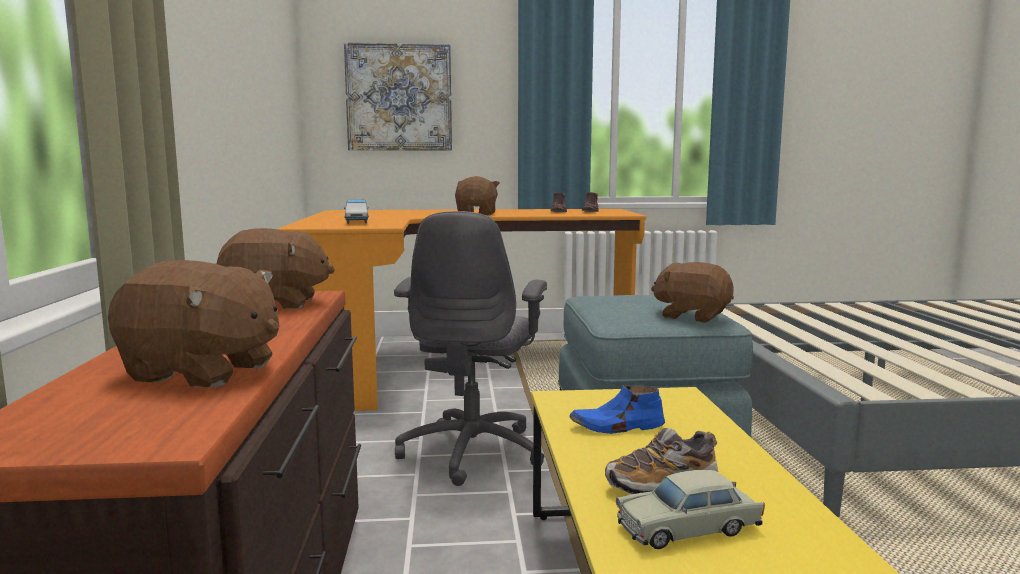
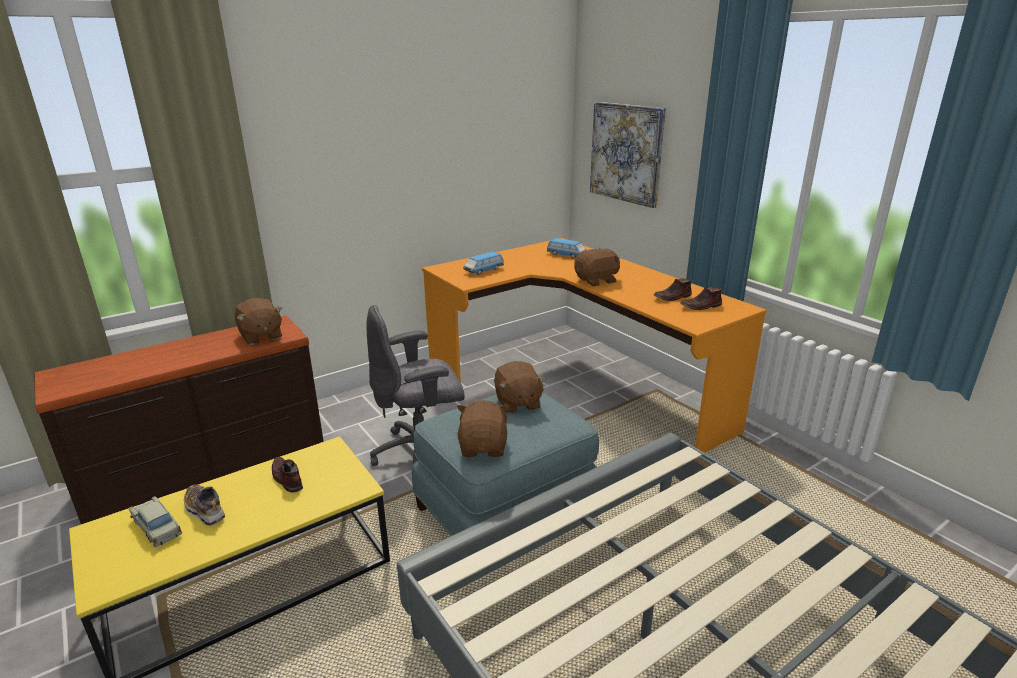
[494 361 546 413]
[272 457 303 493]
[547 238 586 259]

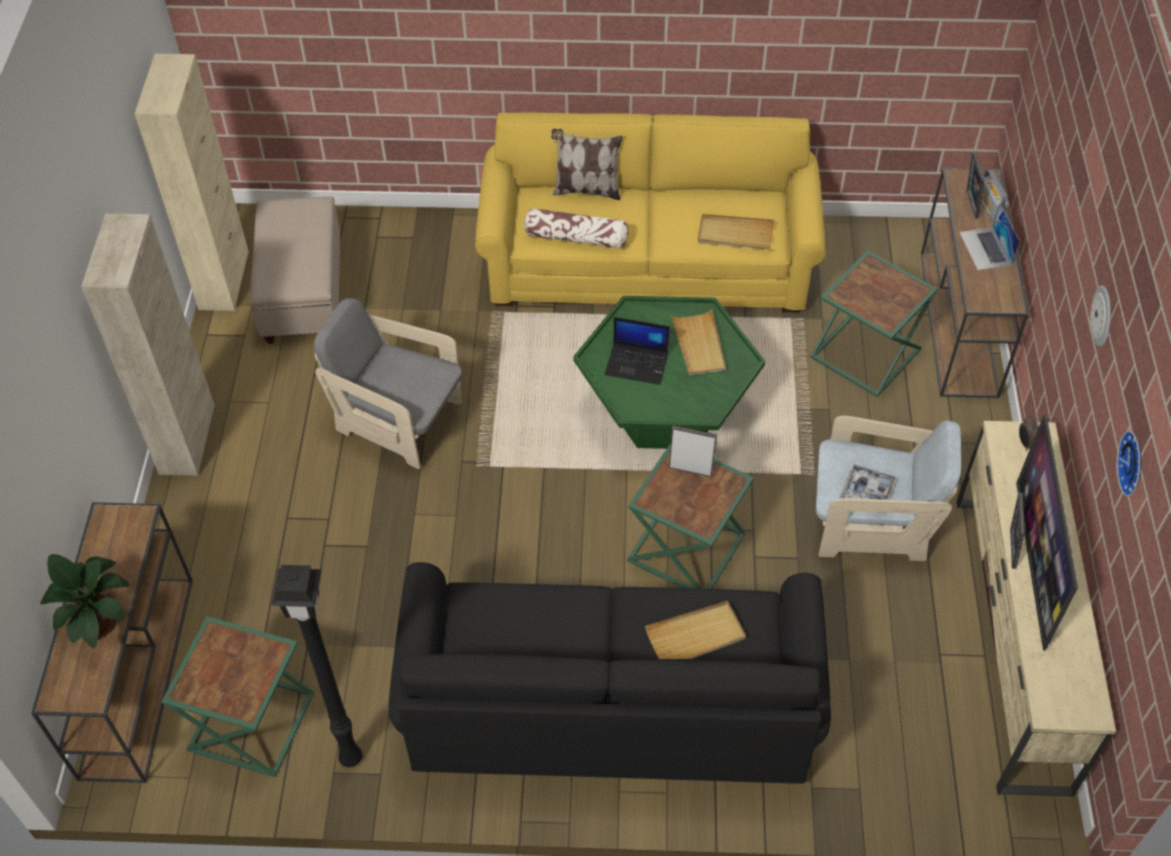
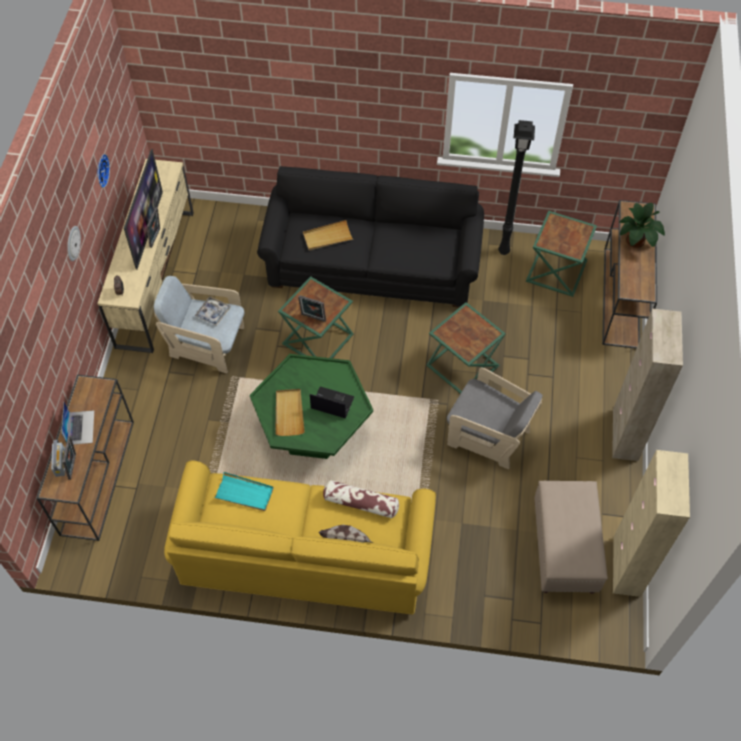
[214 472 274 511]
[426 302 506 394]

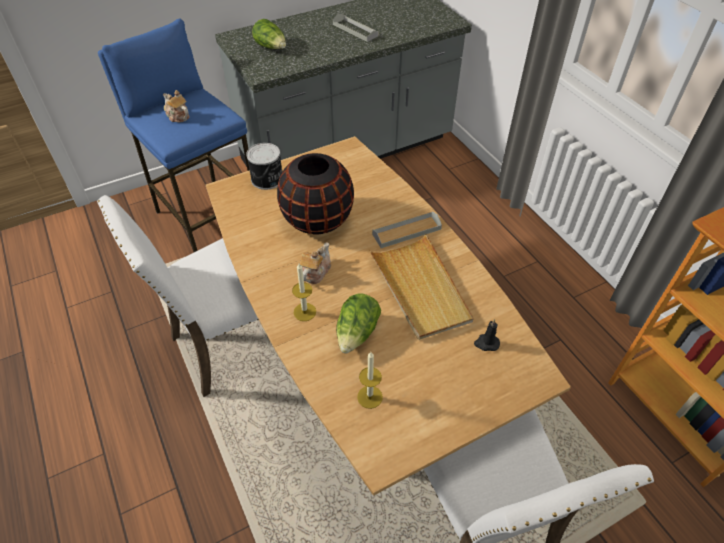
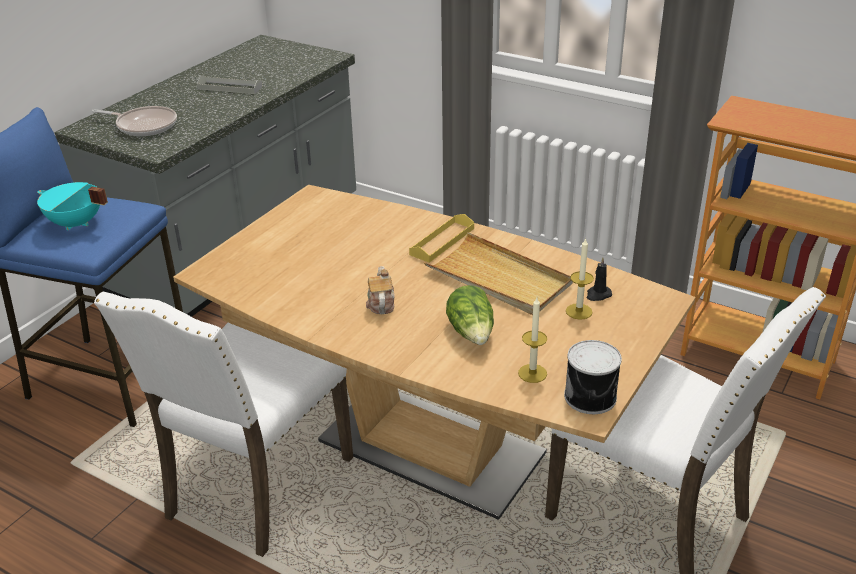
[92 106 177 136]
[37 182 108 230]
[564 340 622 414]
[277 153 354 234] (first image)
[409 214 474 263]
[566 238 594 320]

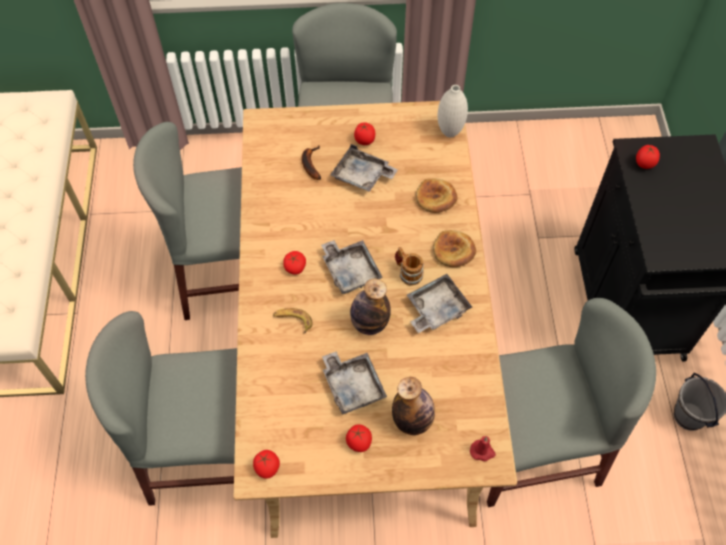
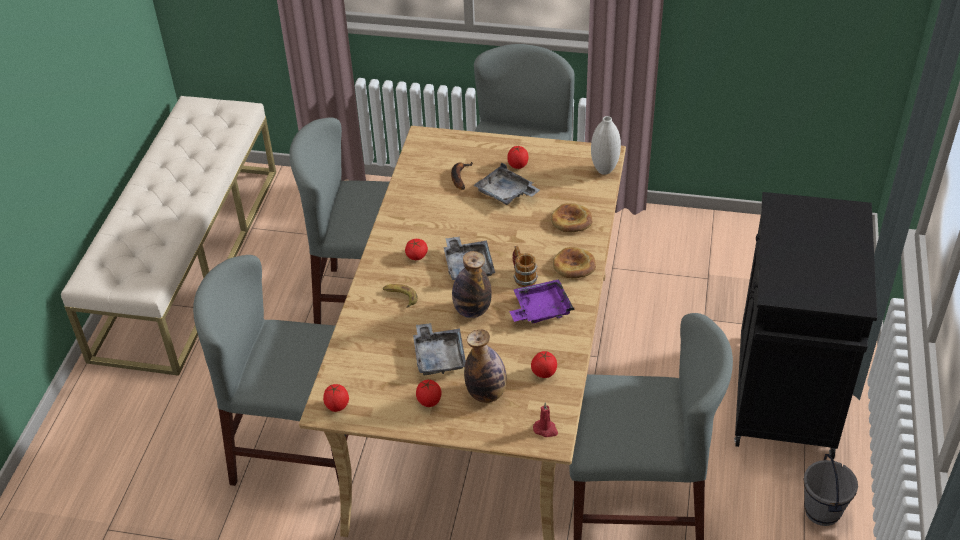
[531 351 557 378]
[509 279 574 324]

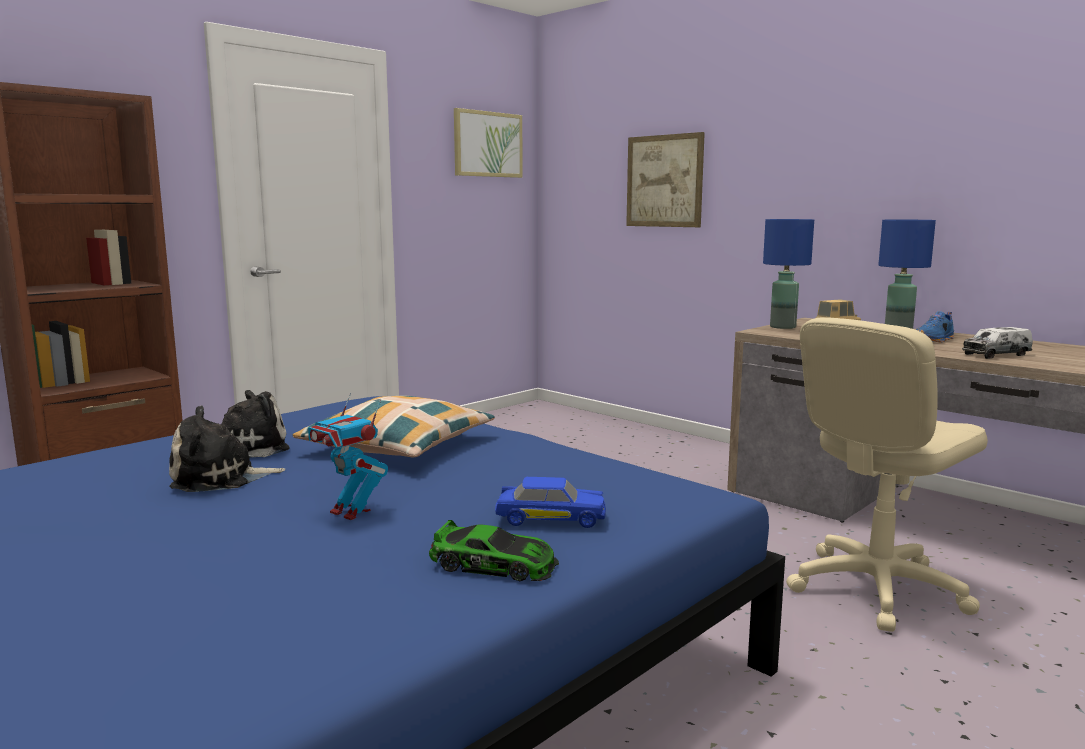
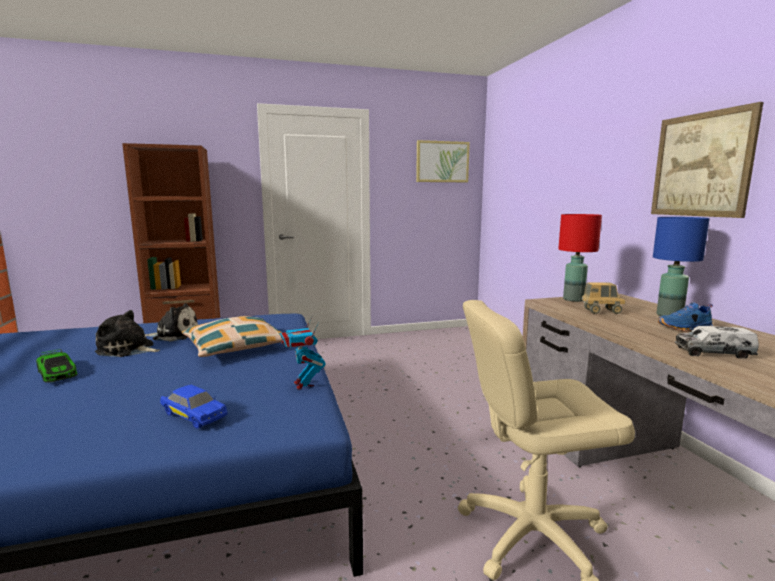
[651 102 763 218]
[558 214 602 302]
[280 316 326 390]
[36 349 78 383]

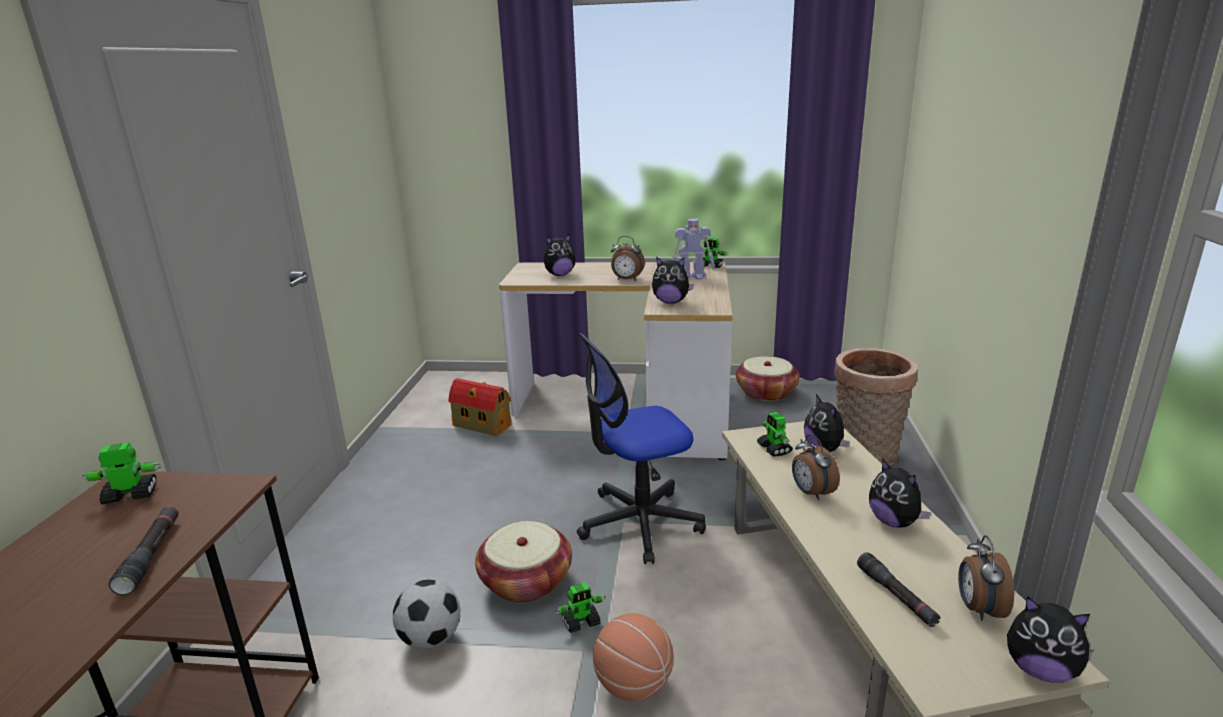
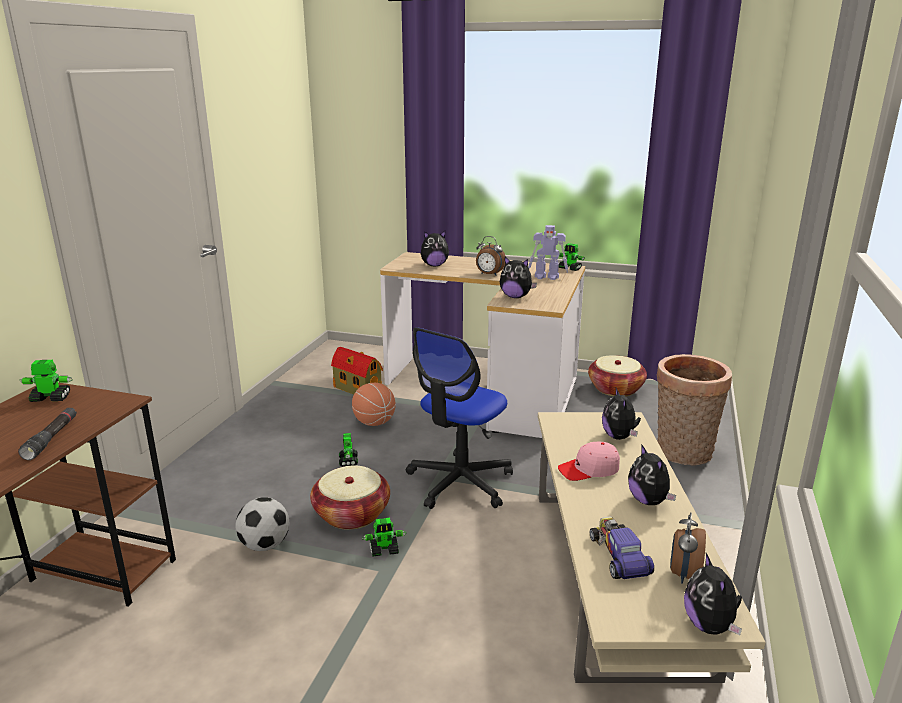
[406 327 513 509]
[339 433 358 467]
[558 442 620 481]
[590 517 654 579]
[684 553 742 635]
[352 383 396 426]

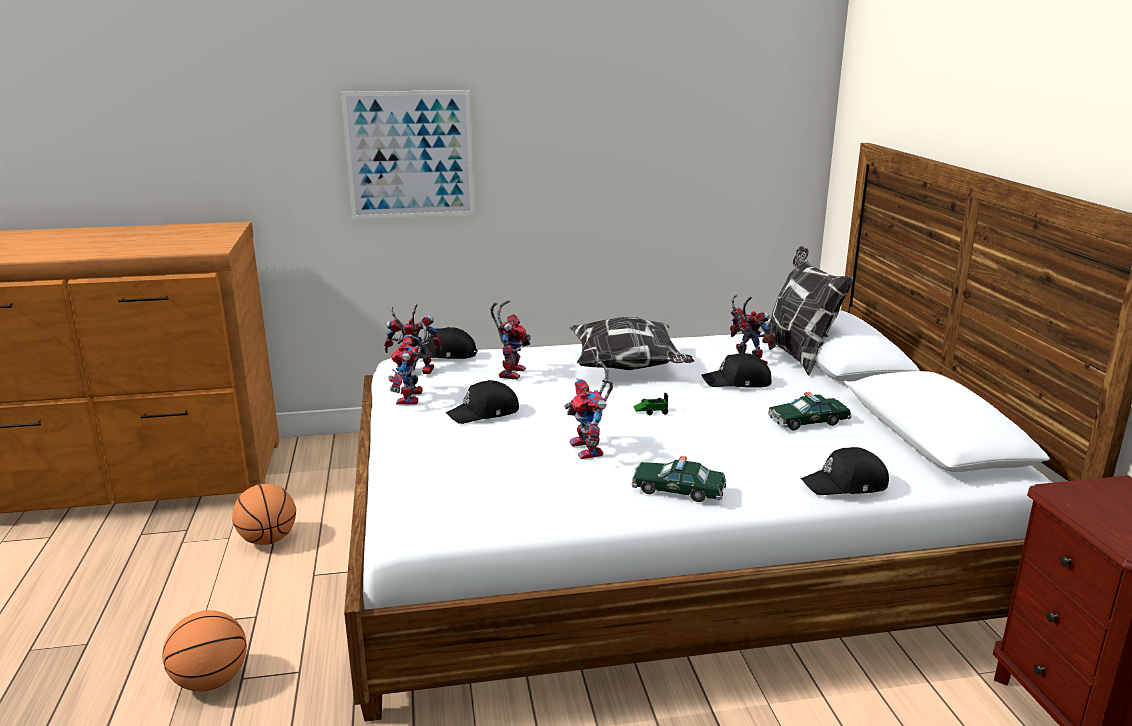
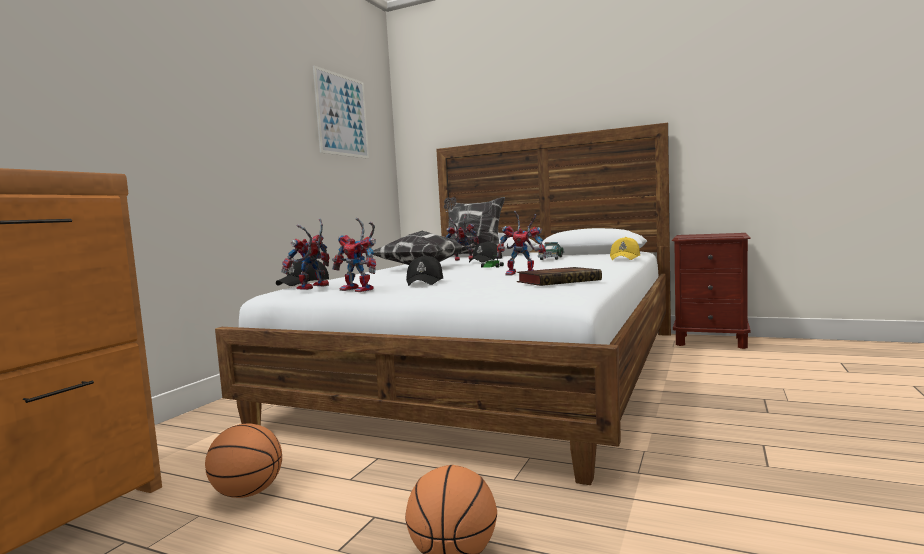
[313 66 369 159]
[490 300 531 380] (first image)
[610 237 640 260]
[632 456 726 502] (first image)
[517 267 602 286]

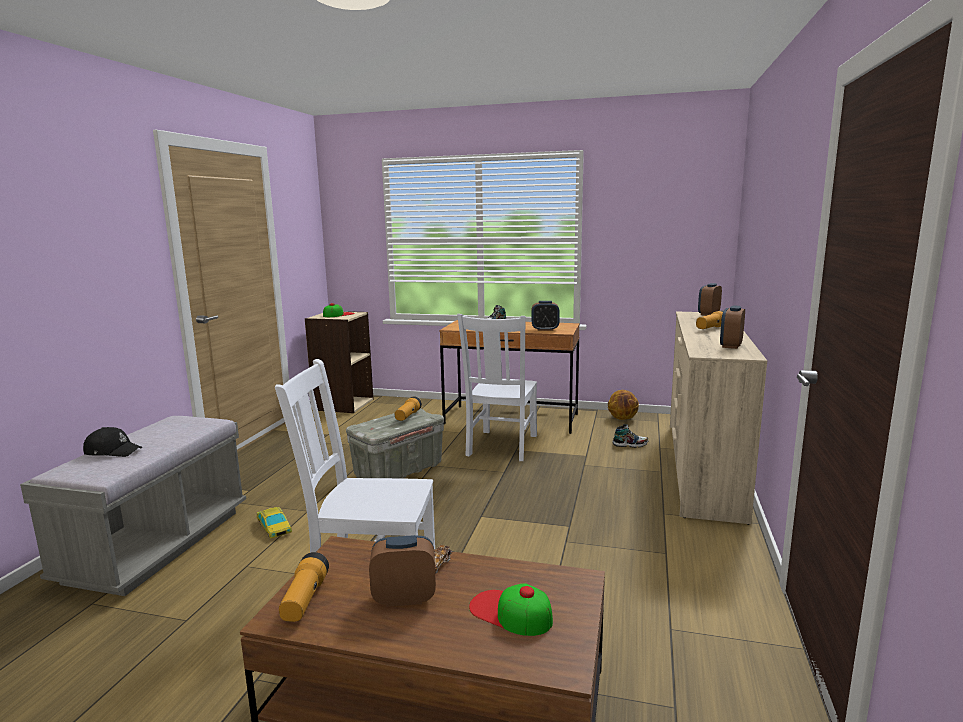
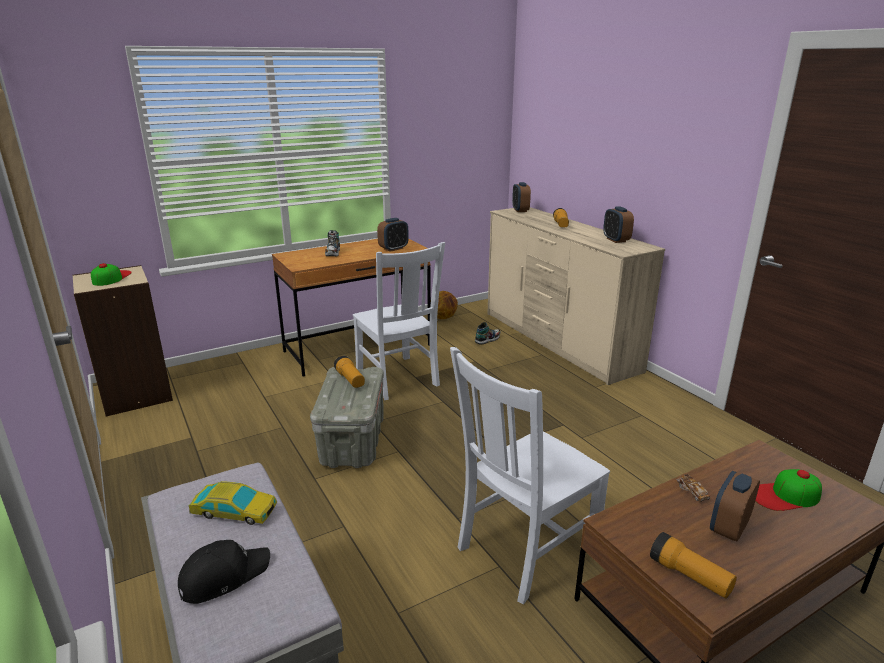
[189 481 277 525]

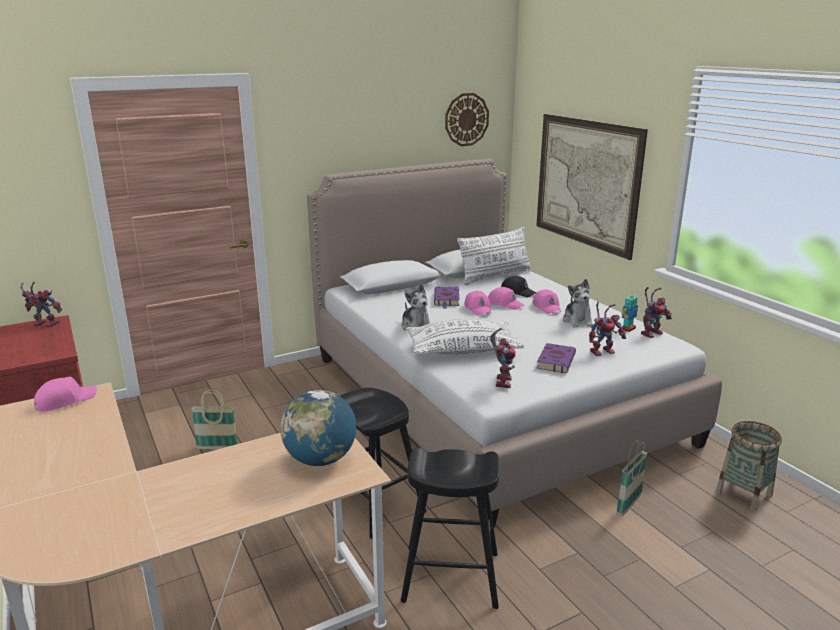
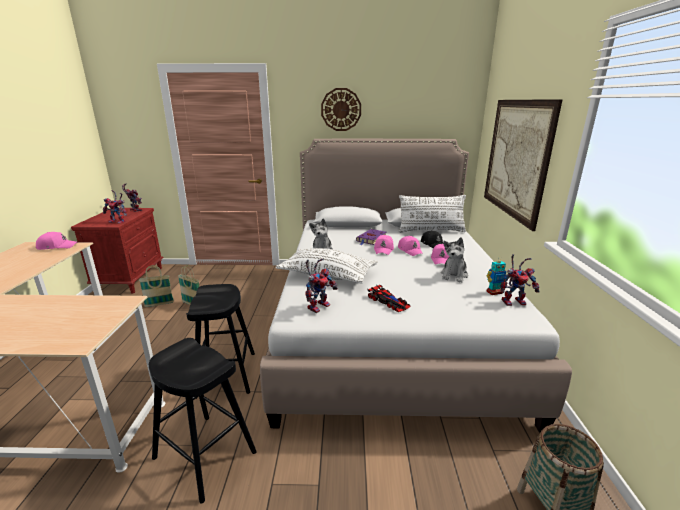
[321 88 361 131]
[102 190 127 224]
[368 284 411 313]
[280 390 356 466] (first image)
[139 265 174 307]

